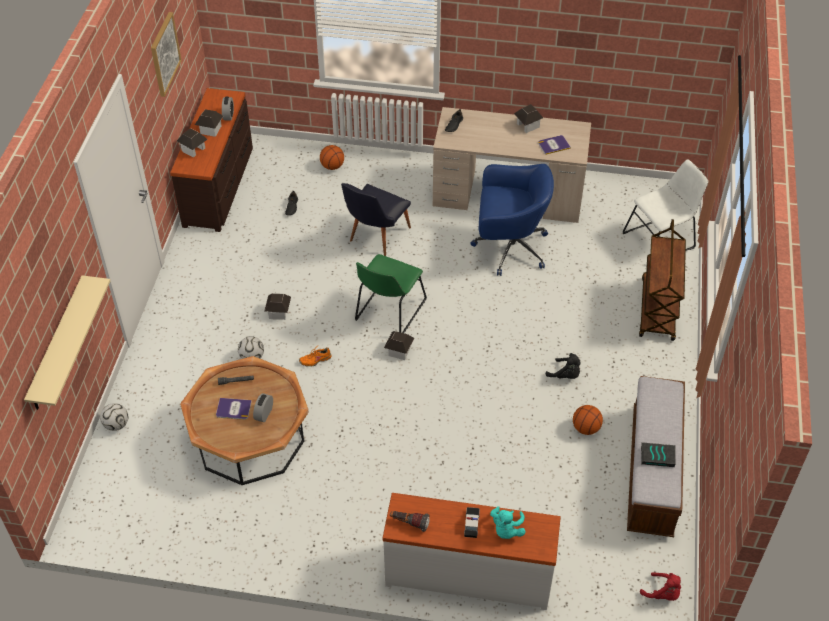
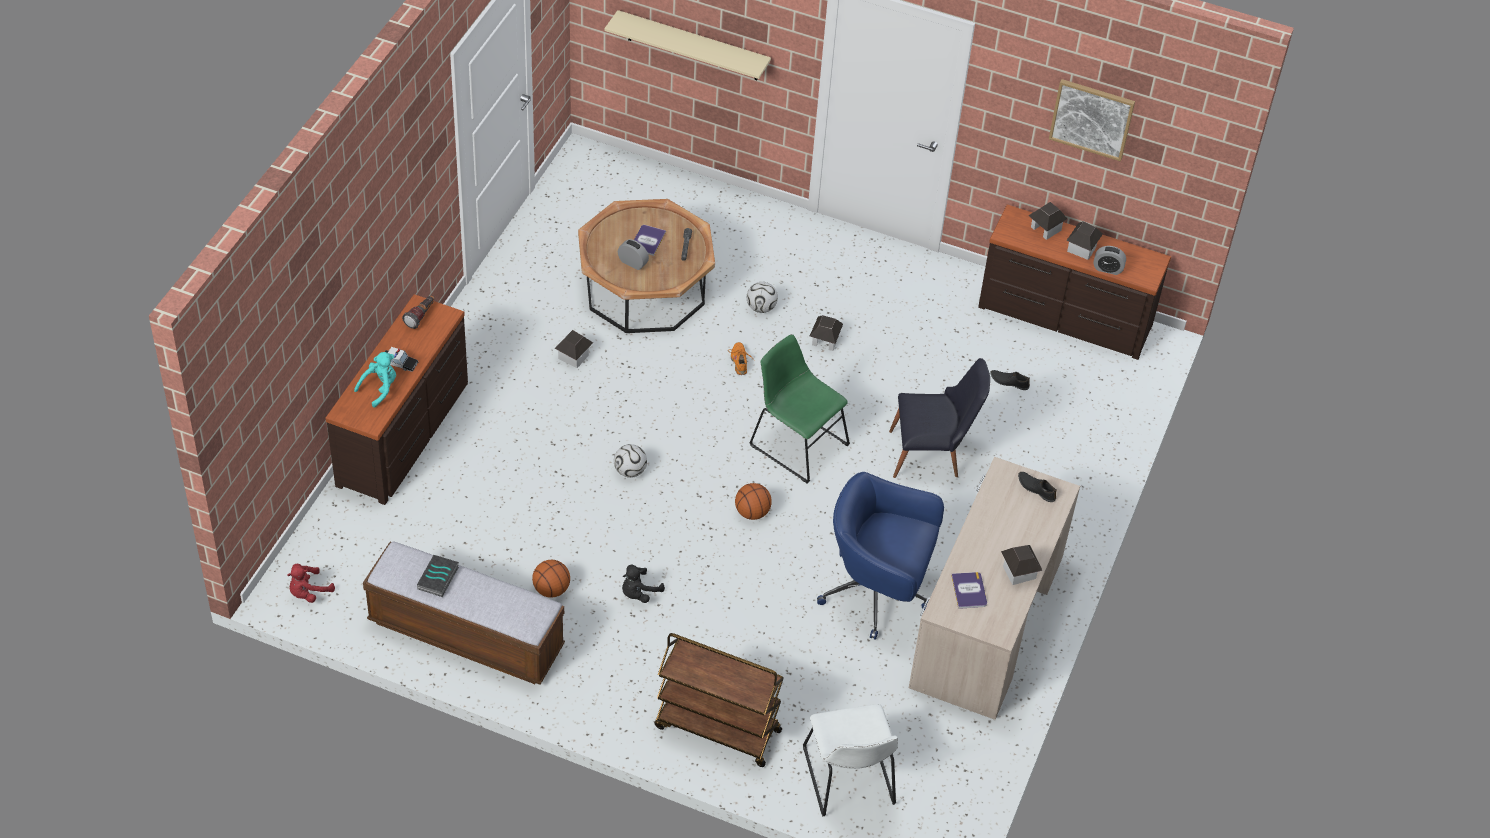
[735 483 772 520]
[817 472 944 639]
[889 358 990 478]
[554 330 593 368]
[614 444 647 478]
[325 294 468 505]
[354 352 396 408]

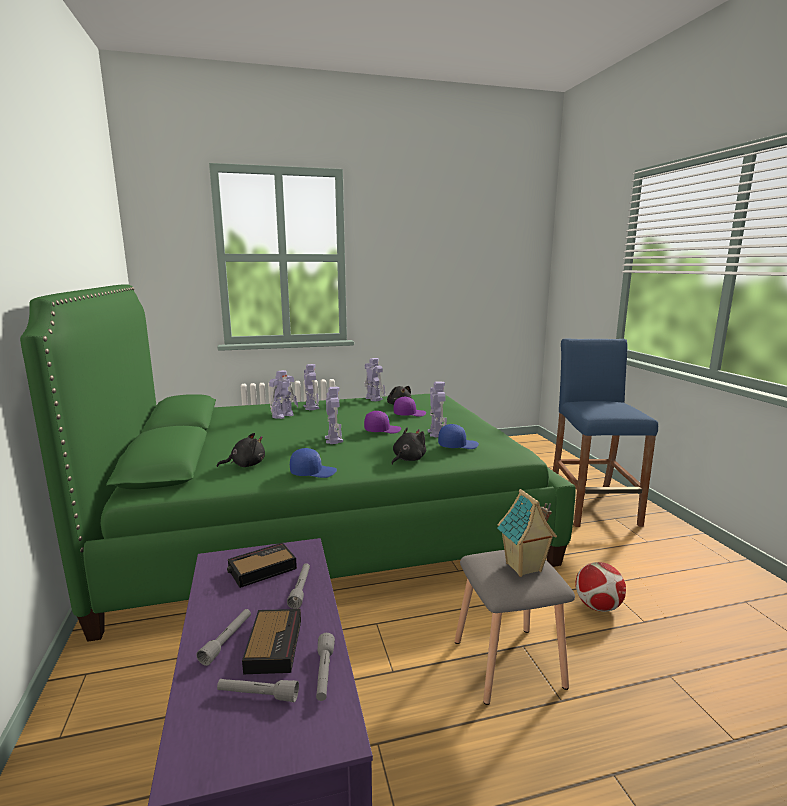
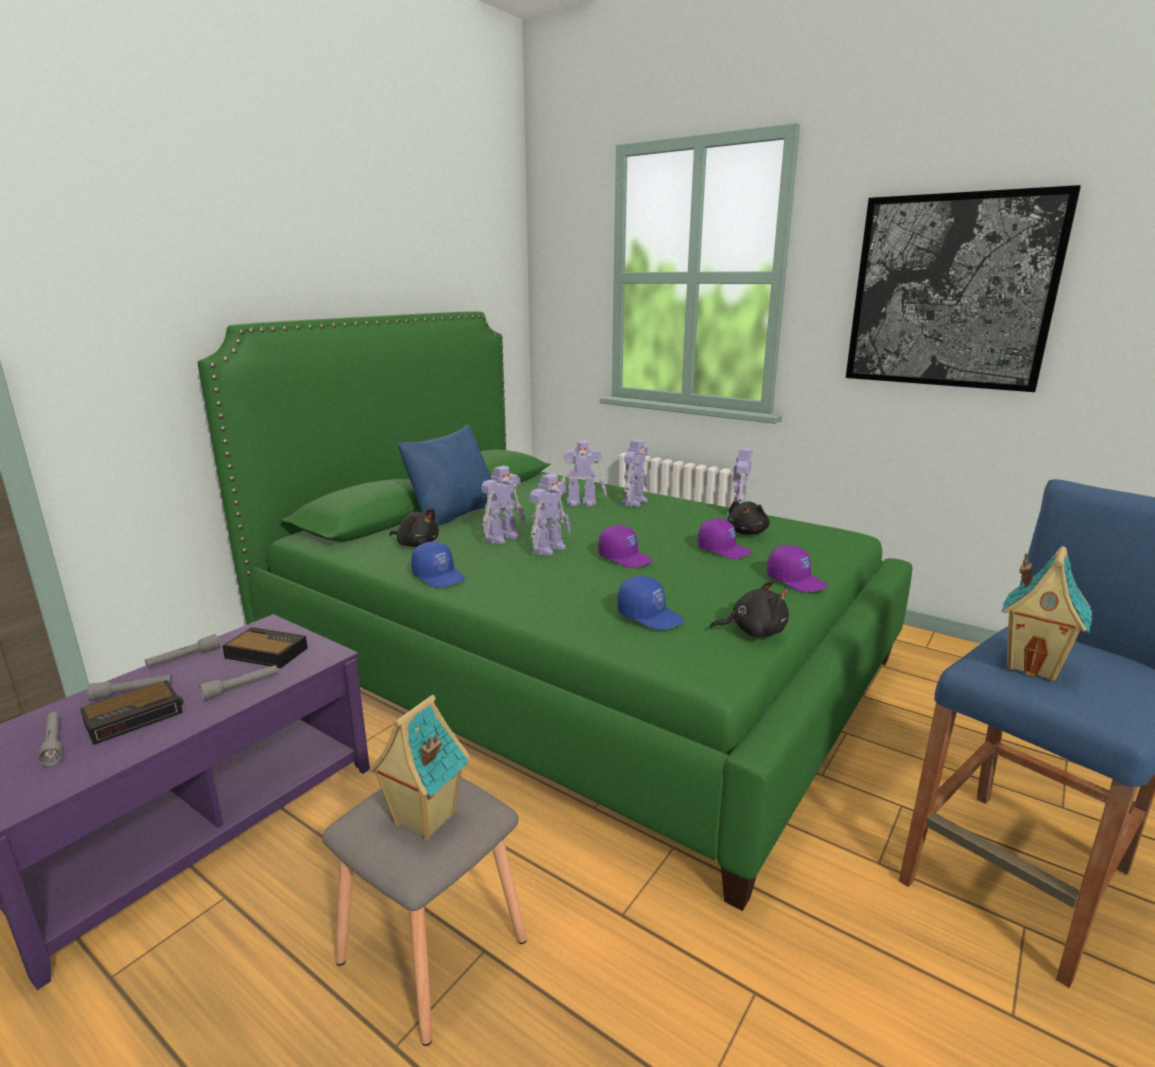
[481 466 526 544]
[709 581 789 638]
[575 562 626 612] (first image)
[145 634 220 667]
[846 185 1081 392]
[398 424 491 526]
[767 545 827 593]
[1001 546 1092 681]

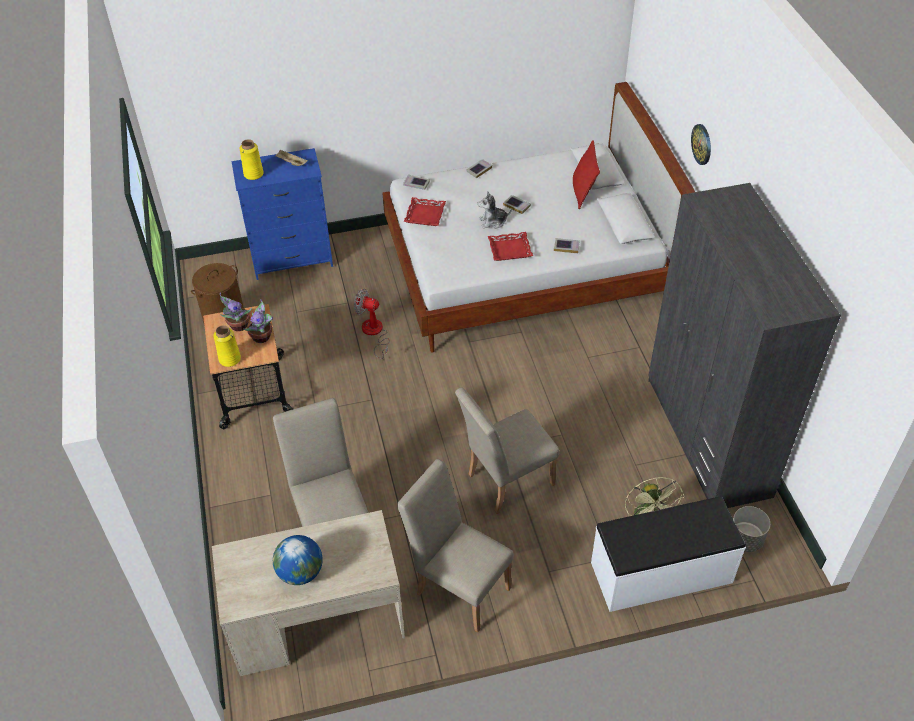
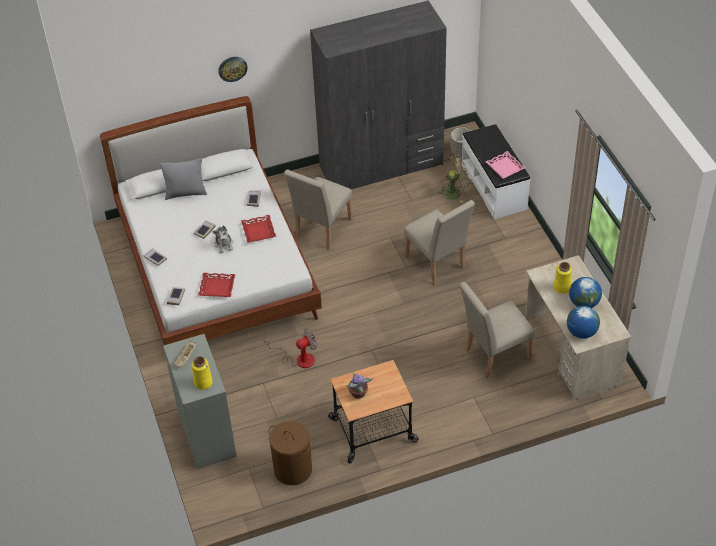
[160 158 207 200]
[163 334 237 469]
[264 329 318 368]
[244 299 273 343] (first image)
[553 262 572 294]
[284 170 352 250]
[485 151 525 179]
[567 306 600 339]

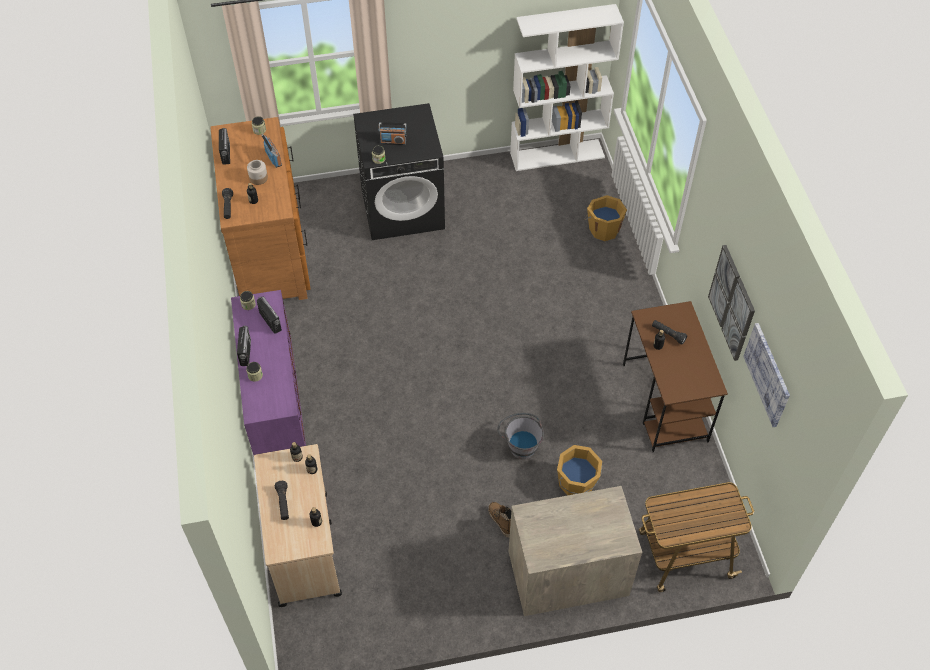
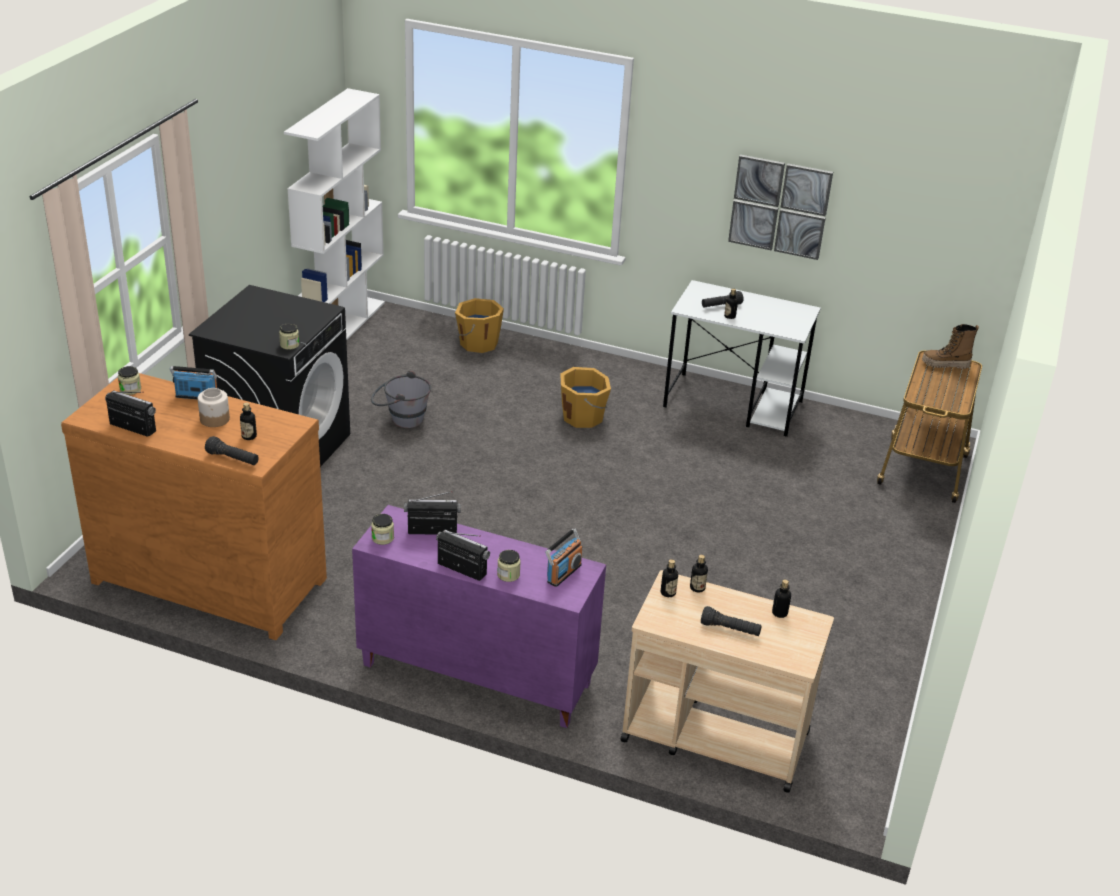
[545 529 582 587]
[663 280 821 437]
[743 323 790 427] (first image)
[371 370 431 428]
[560 367 611 428]
[508 486 642 616] (first image)
[922 324 979 369]

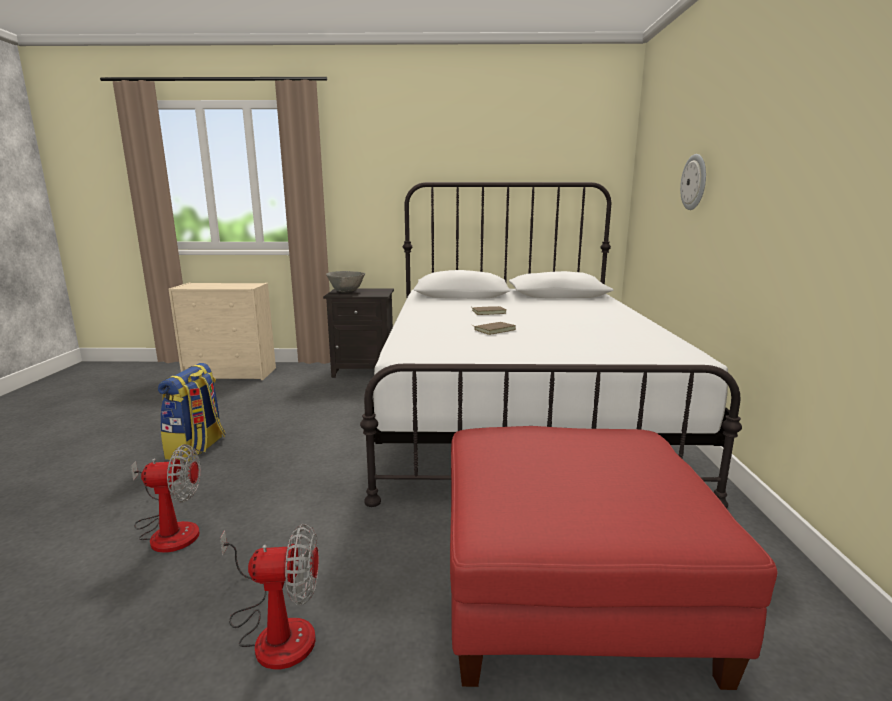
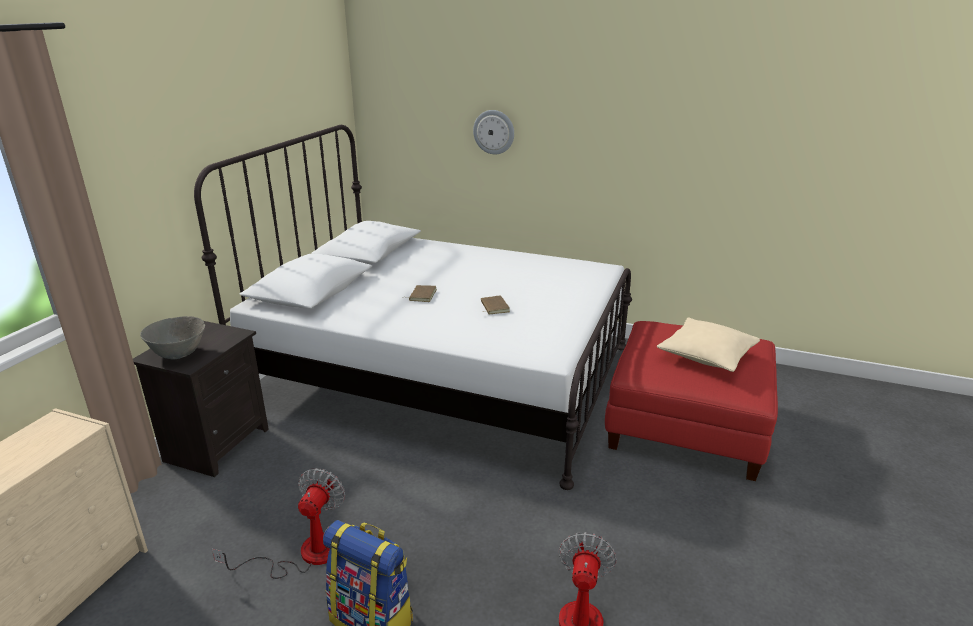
[212 468 345 579]
[657 318 760 372]

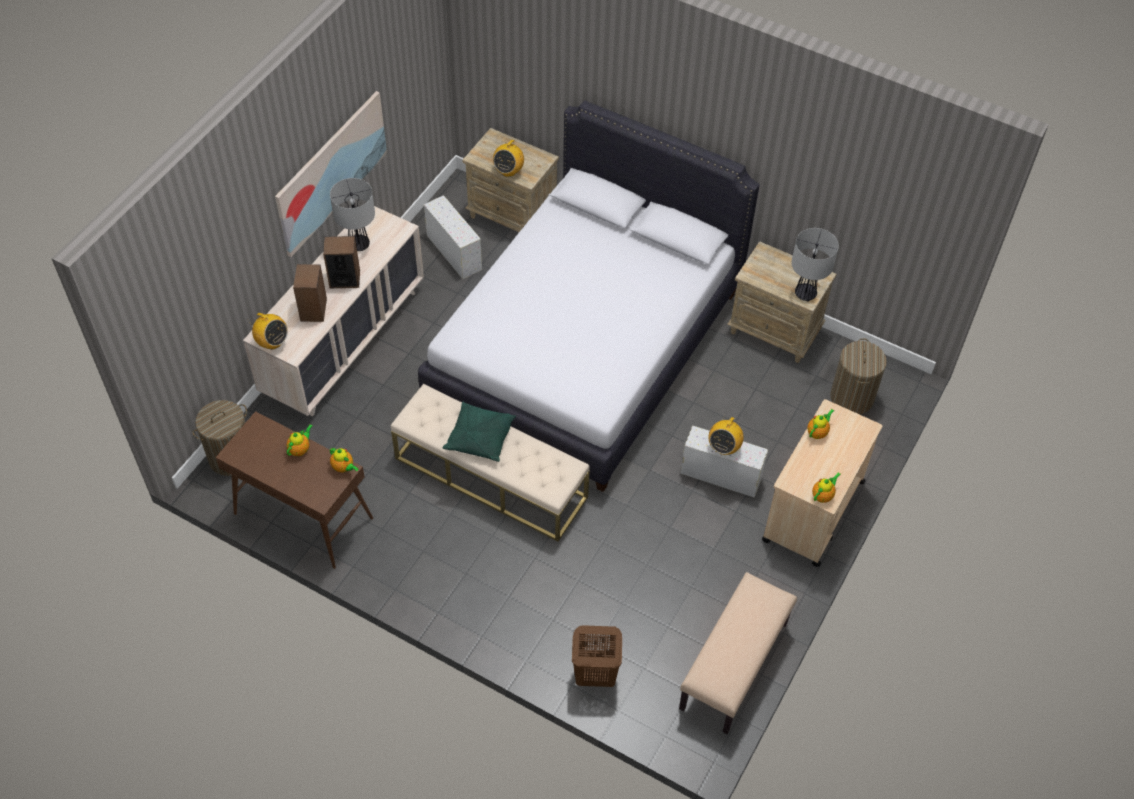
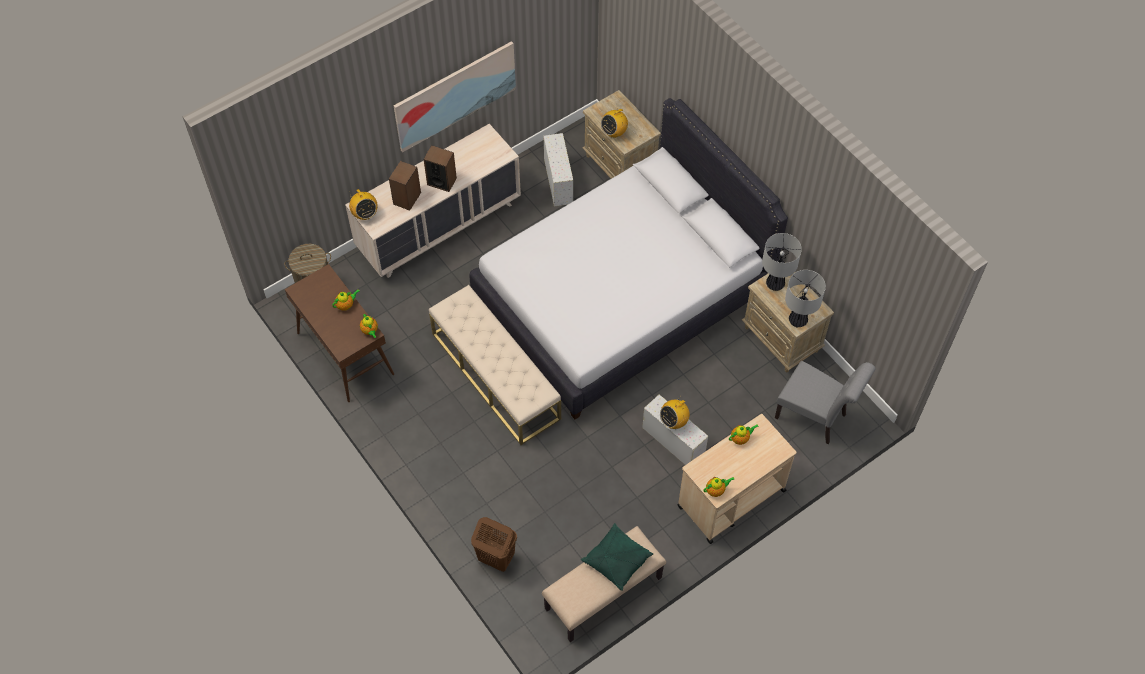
[762 233 802 291]
[775 361 875 445]
[581 523 654 591]

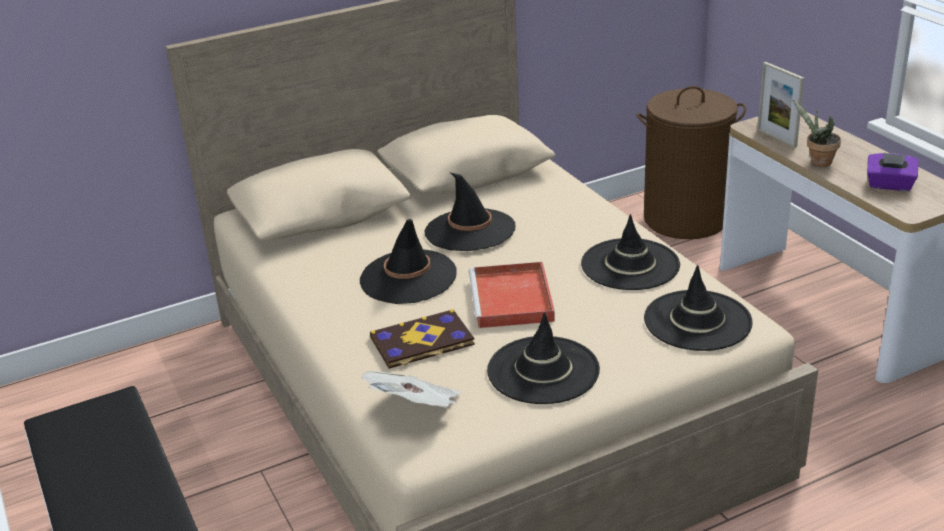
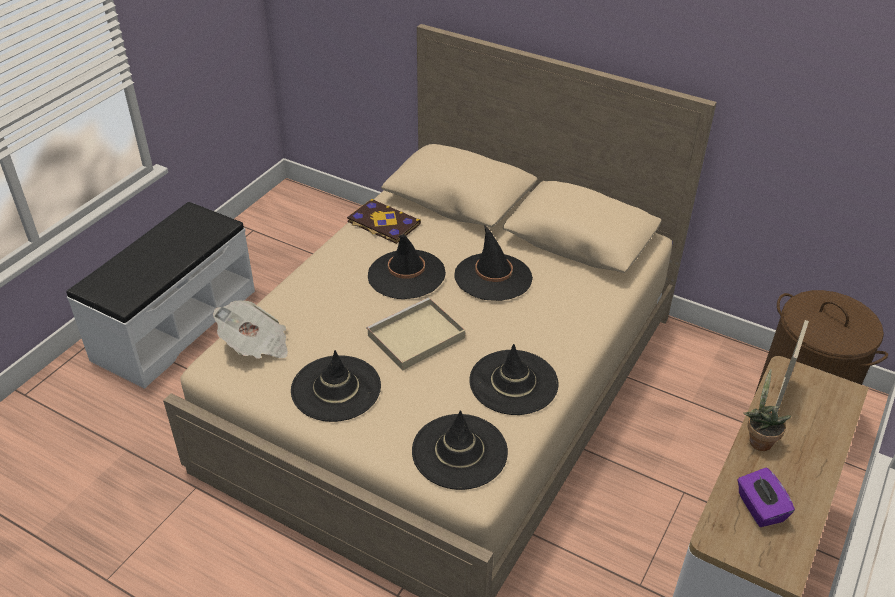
[366 298 465 371]
[347 199 421 244]

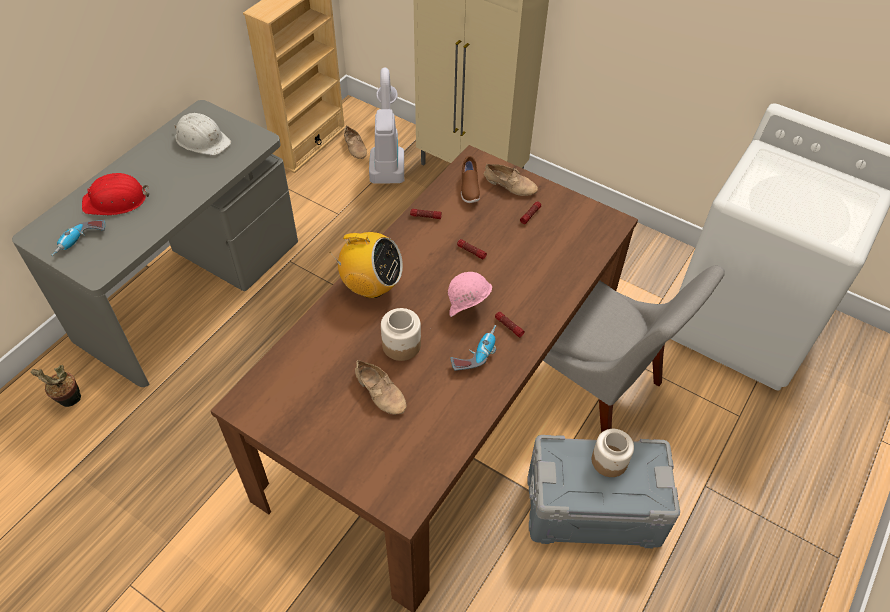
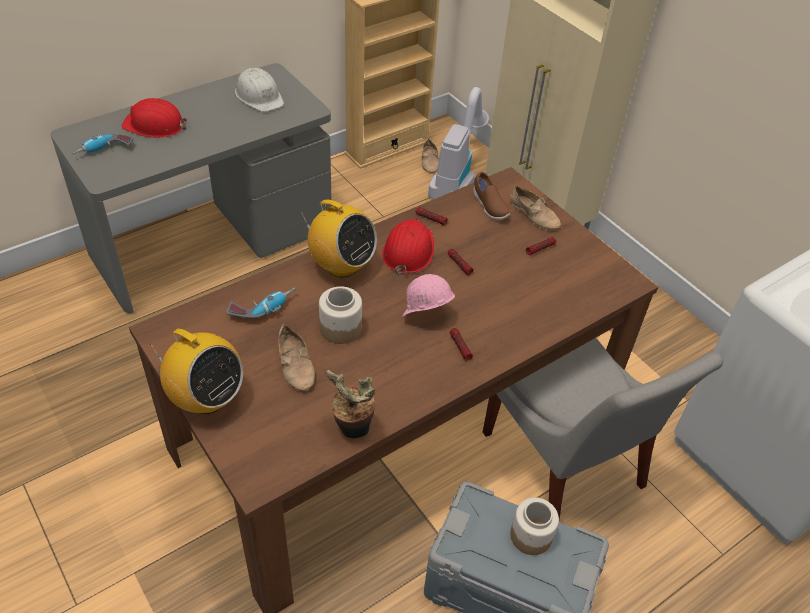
[473 172 510 220]
[226 288 295 318]
[326 370 375 439]
[382 219 434 276]
[150 329 243 414]

